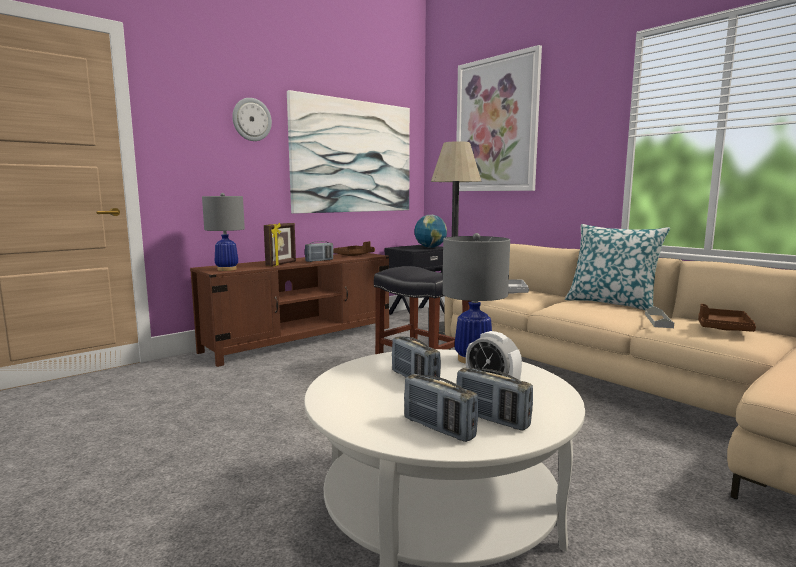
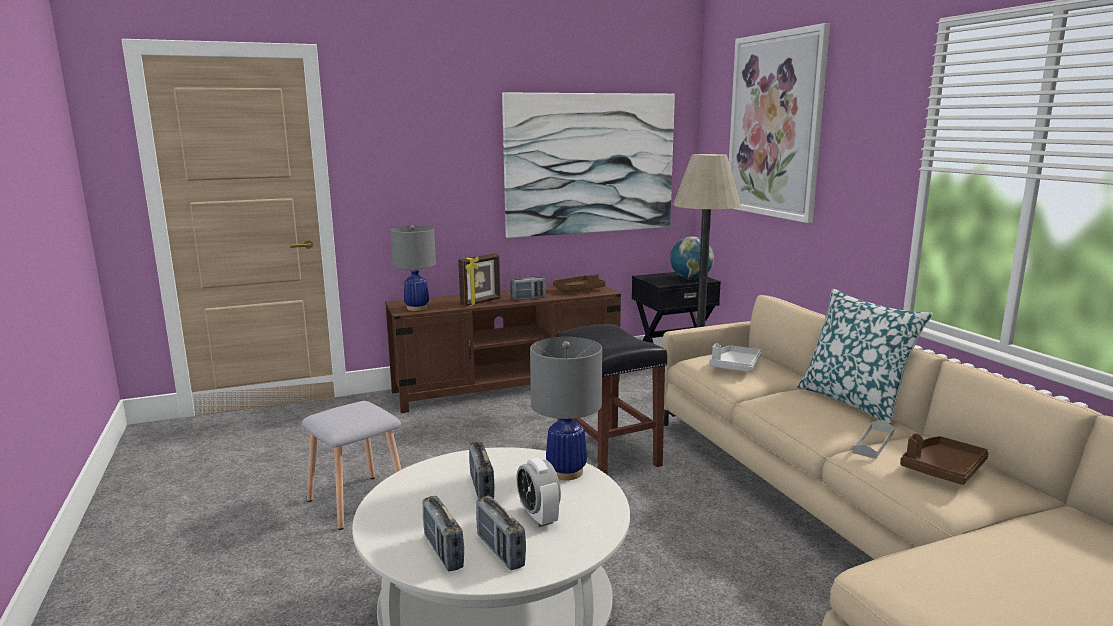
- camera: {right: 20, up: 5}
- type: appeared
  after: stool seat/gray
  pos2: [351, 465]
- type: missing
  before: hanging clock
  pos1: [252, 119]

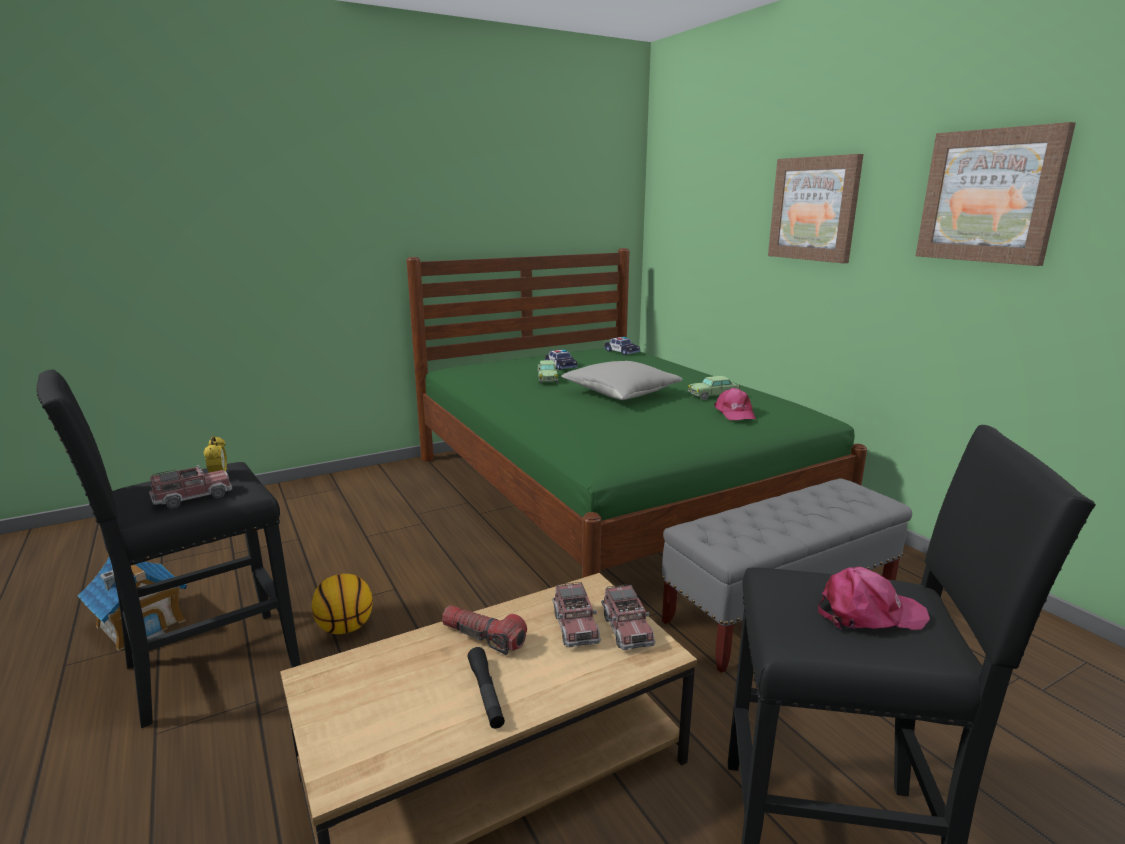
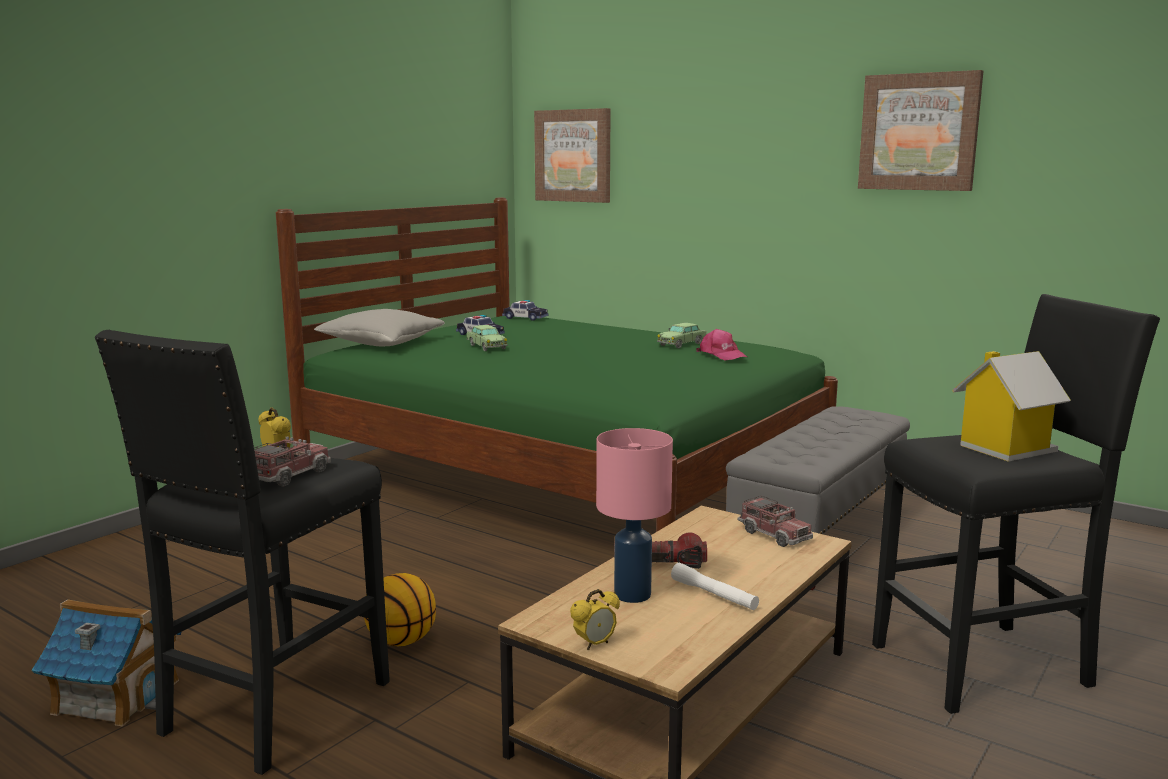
- camera: {right: -25, up: -5}
- type: relocated
  before: cushion/gray
  pos1: [622, 380]
  pos2: [379, 327]
- type: relocated
  before: wall art
  pos1: [815, 208]
  pos2: [572, 155]
- type: appeared
  after: bedside clock
  pos2: [595, 619]
- type: appeared
  after: table lamp/pinkish
  pos2: [634, 515]
- type: colour
  before: torch/black-coloured
  after: torch/white-coloured
  pos1: [486, 688]
  pos2: [715, 586]
- type: exchanged
  before: baseball cap/pinkish
  after: miniature house
  pos1: [874, 598]
  pos2: [1011, 406]
- type: missing
  before: model truck
  pos1: [576, 614]

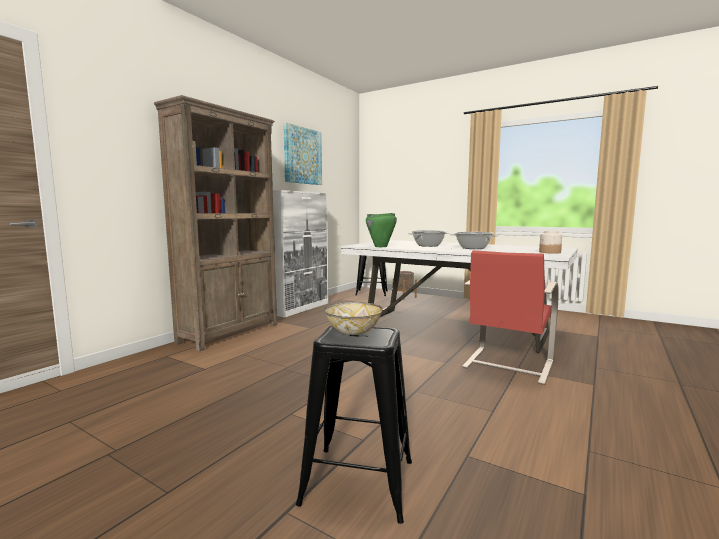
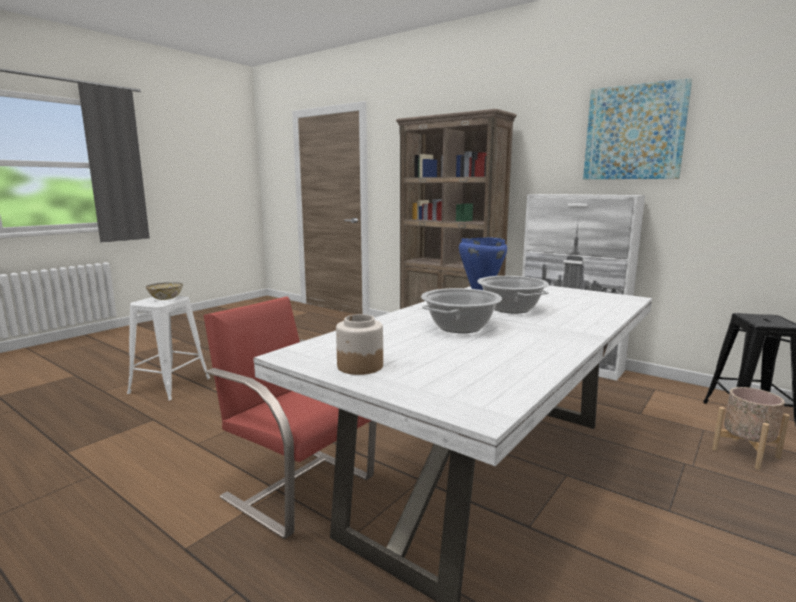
- camera: {right: 95, up: 5}
- type: colour
  before: stool seat/black-coloured
  after: stool seat/white-coloured
  pos1: [354, 425]
  pos2: [168, 348]
- type: colour
  before: cooking pot/green
  after: cooking pot/blue
  pos1: [381, 230]
  pos2: [483, 264]

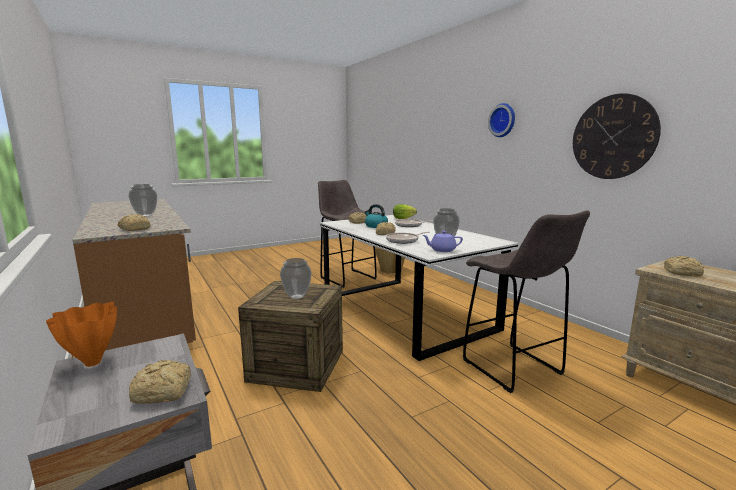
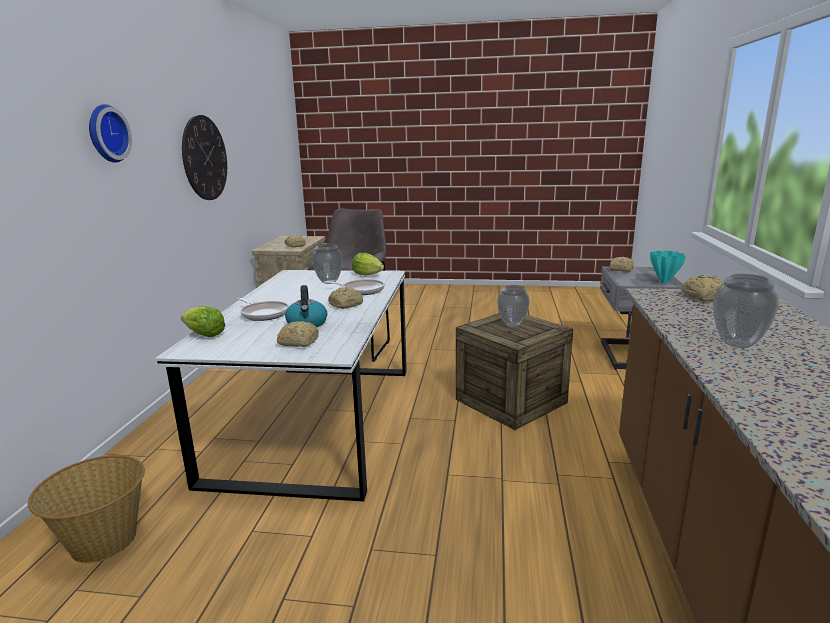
- camera: {right: -140, up: 5}
- type: exchanged
  before: teapot/purple-coloured
  after: lettuce head
  pos1: [442, 241]
  pos2: [368, 264]
- type: colour
  before: decorative vase/orange-coloured
  after: decorative vase/turquoise-coloured
  pos1: [81, 334]
  pos2: [668, 267]
- type: missing
  before: stool seat/gray
  pos1: [347, 234]

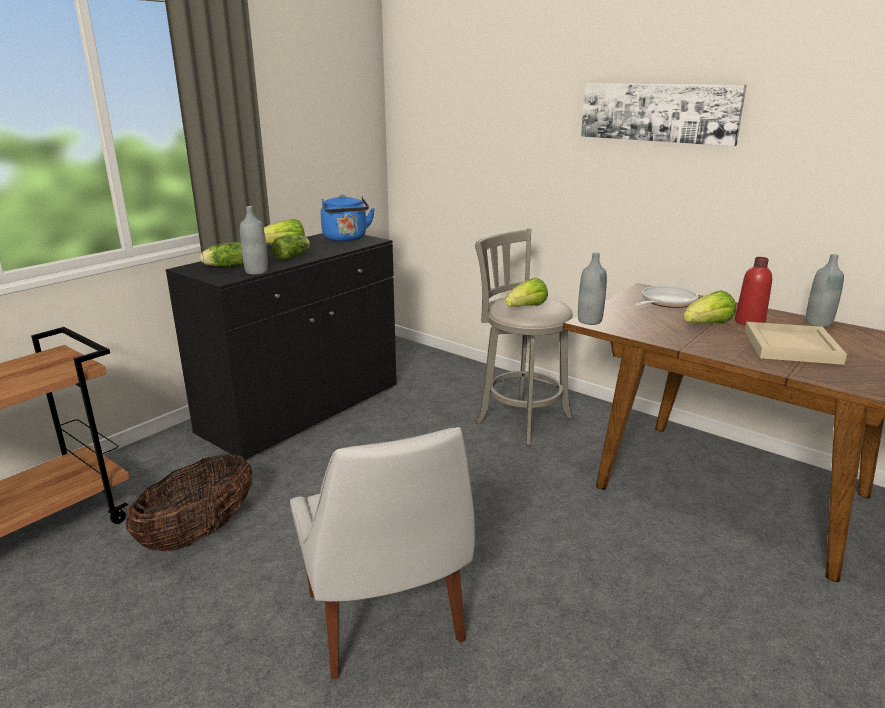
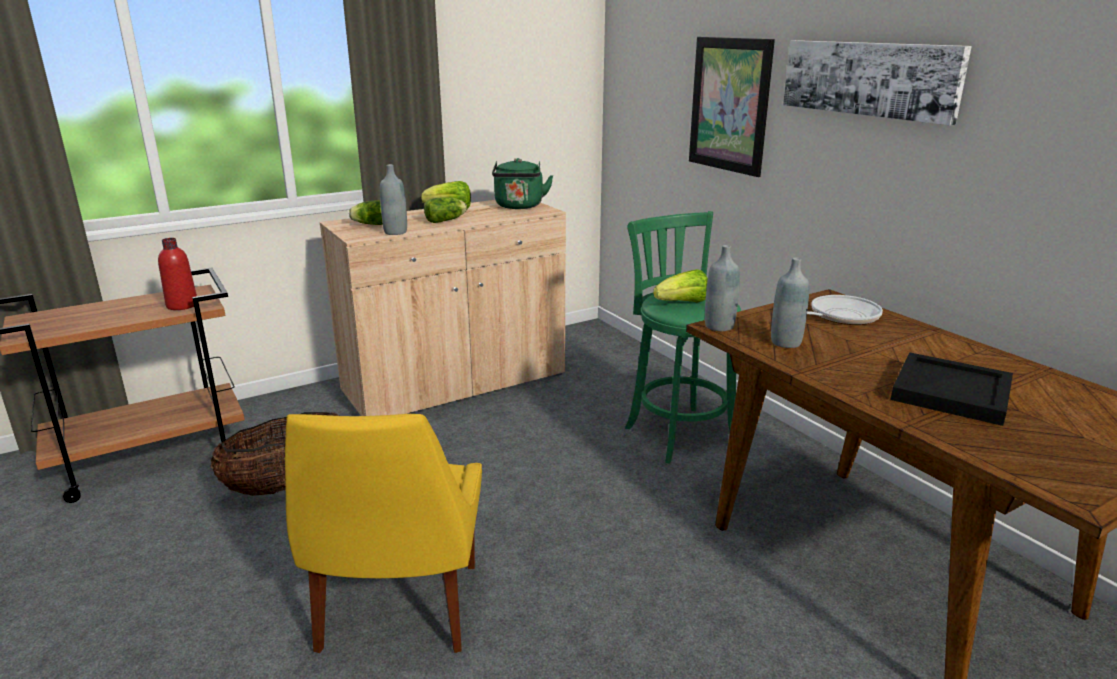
- camera: {right: 20, up: 0}
- type: relocated
  before: bottle/red-coloured
  pos1: [753, 291]
  pos2: [177, 274]
- type: colour
  before: upright chair/white-coloured
  after: upright chair/yellow
  pos1: [382, 553]
  pos2: [383, 533]
- type: colour
  before: cupboard/black-coloured
  after: cupboard/beige-coloured
  pos1: [281, 346]
  pos2: [443, 308]
- type: colour
  before: water kettle/blue
  after: water kettle/green
  pos1: [348, 217]
  pos2: [522, 183]
- type: colour
  before: stool seat/gray
  after: stool seat/green
  pos1: [524, 337]
  pos2: [683, 337]
- type: appeared
  after: wall art
  pos2: [732, 107]
- type: relocated
  before: bottle/gray
  pos1: [825, 290]
  pos2: [790, 303]
- type: colour
  before: serving tray/beige-coloured
  after: serving tray/black-coloured
  pos1: [796, 343]
  pos2: [951, 389]
- type: missing
  before: lettuce head
  pos1: [709, 306]

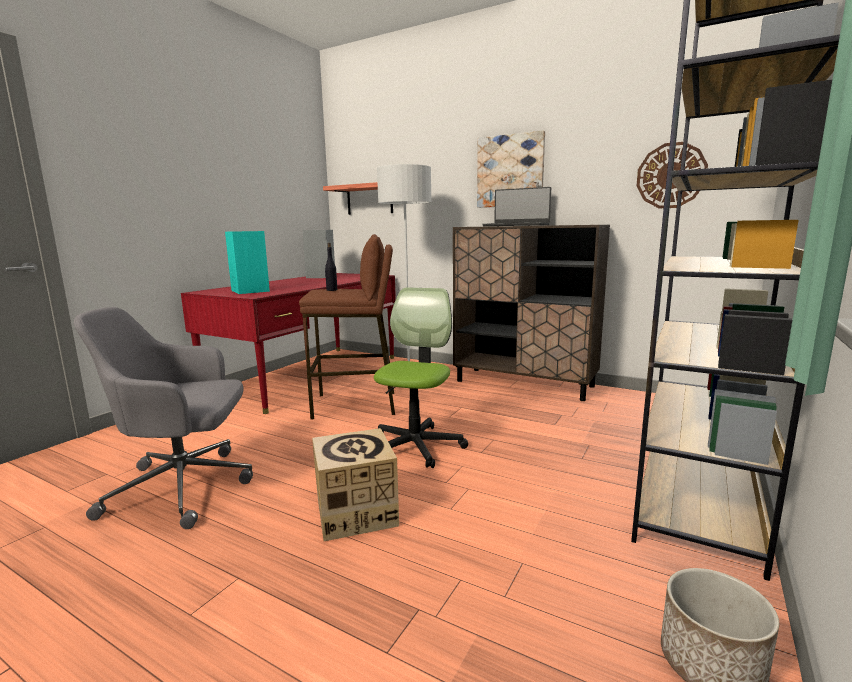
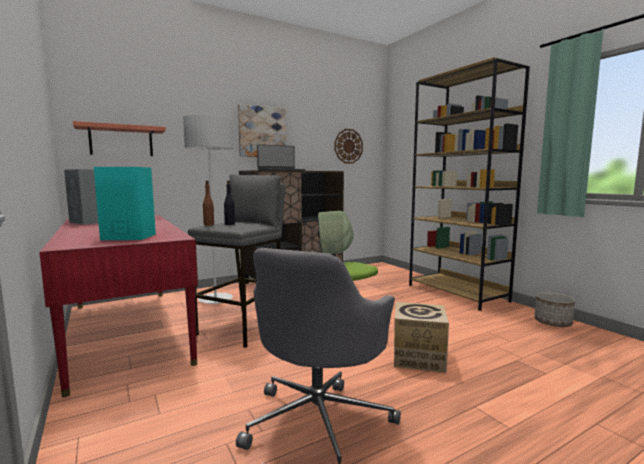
- camera: {right: -60, up: -5}
- type: colour
  before: stool seat/brownish
  after: stool seat/gray
  pos1: [347, 326]
  pos2: [236, 261]
- type: appeared
  after: bottle/brownish
  pos2: [208, 203]

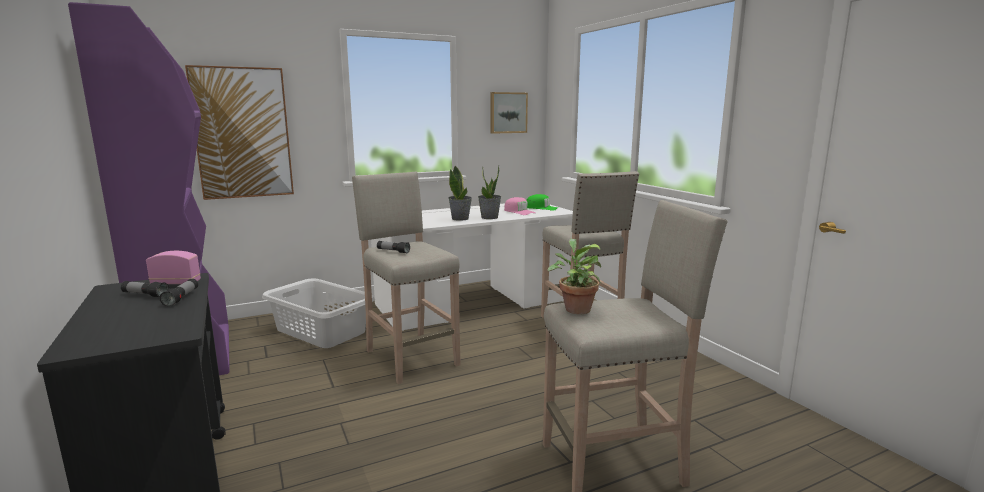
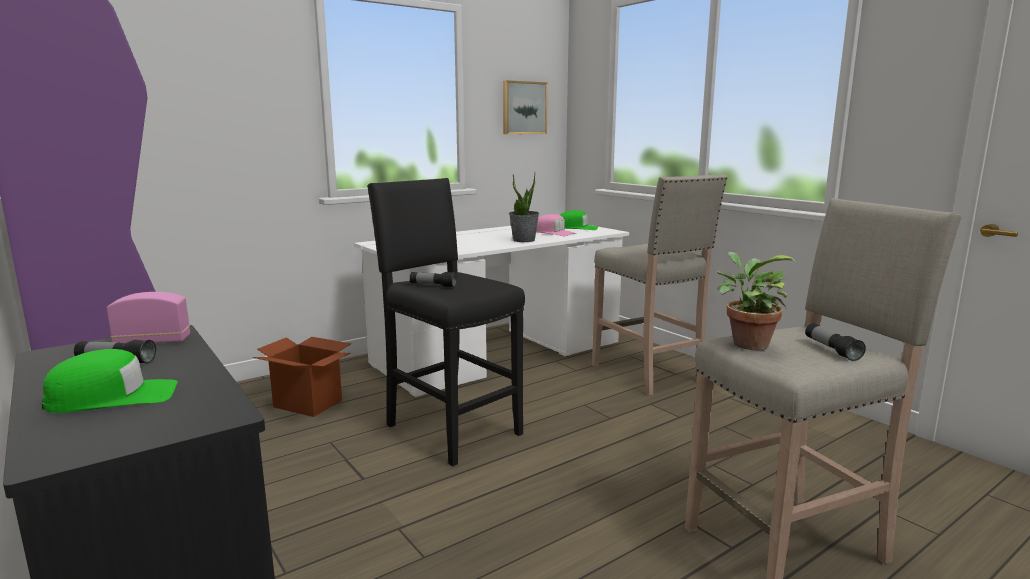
- camera: {right: -10, up: 0}
- type: appeared
  after: baseball cap/green
  pos2: [110, 381]
- type: exchanged
  before: laundry basket/gray
  after: cardboard box
  pos1: [318, 313]
  pos2: [301, 377]
- type: colour
  before: stool seat/beige-coloured
  after: stool seat/black-coloured
  pos1: [406, 278]
  pos2: [446, 322]
- type: relocated
  before: torch
  pos1: [179, 293]
  pos2: [835, 342]
- type: missing
  before: wall art
  pos1: [239, 132]
- type: missing
  before: potted plant
  pos1: [460, 193]

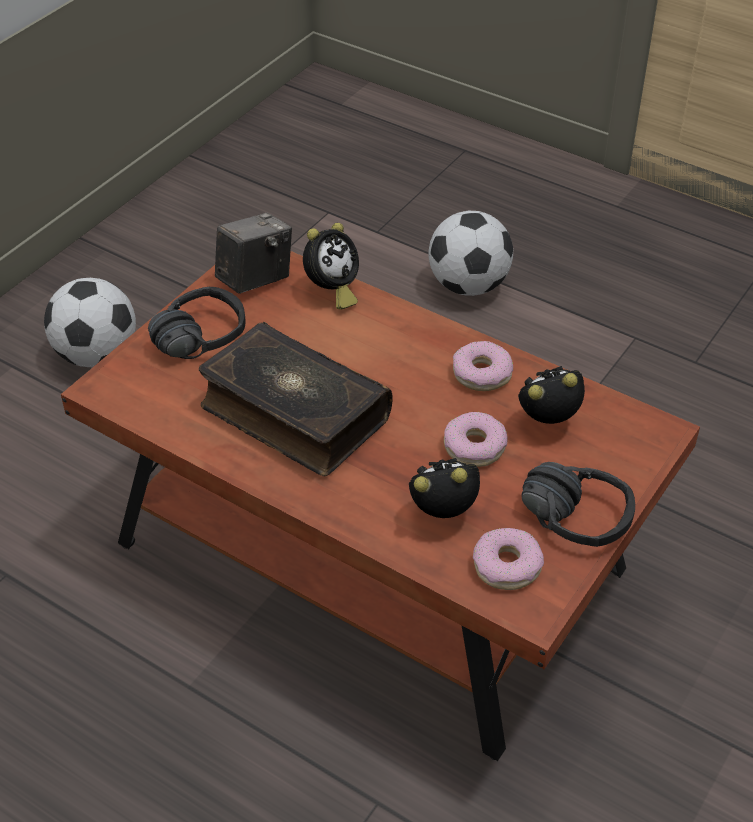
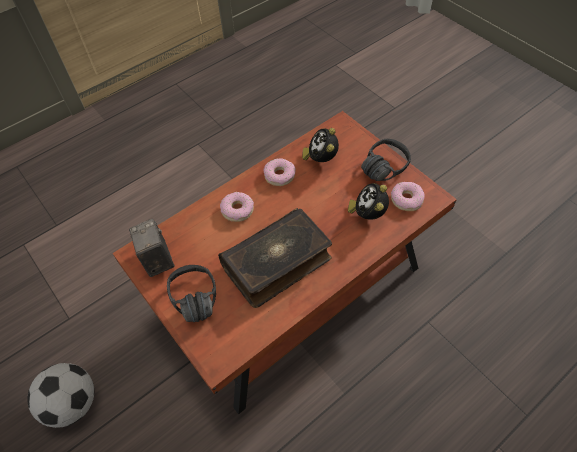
- camera: {right: -70, up: 10}
- type: relocated
  before: donut
  pos1: [476, 439]
  pos2: [237, 207]
- type: missing
  before: bedside clock
  pos1: [331, 266]
- type: missing
  before: football
  pos1: [470, 253]

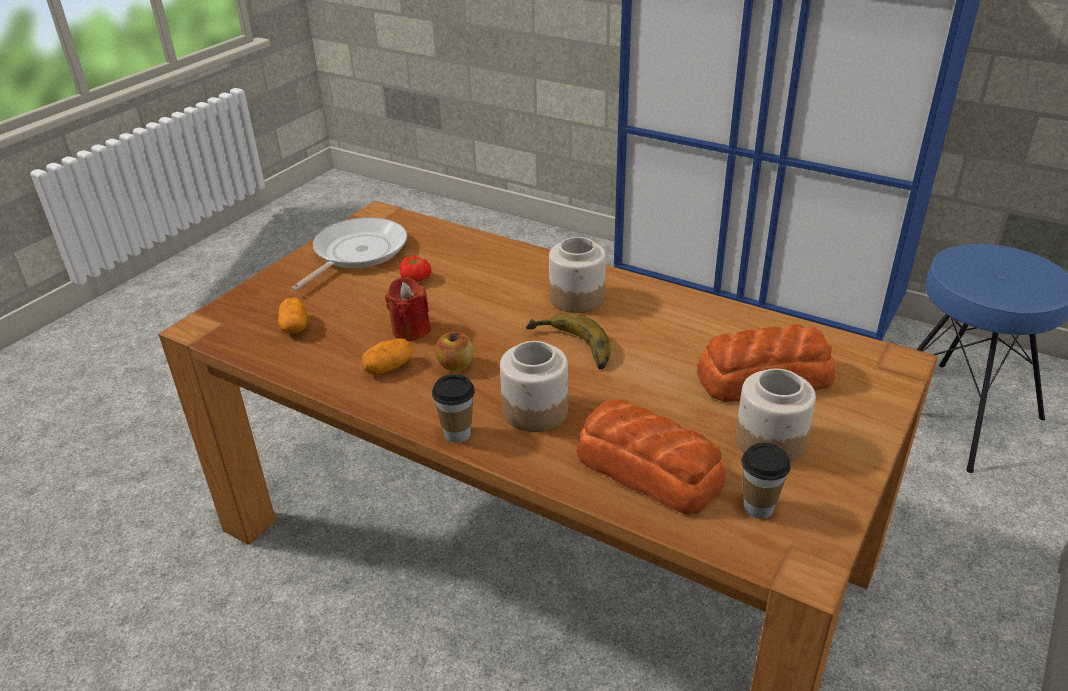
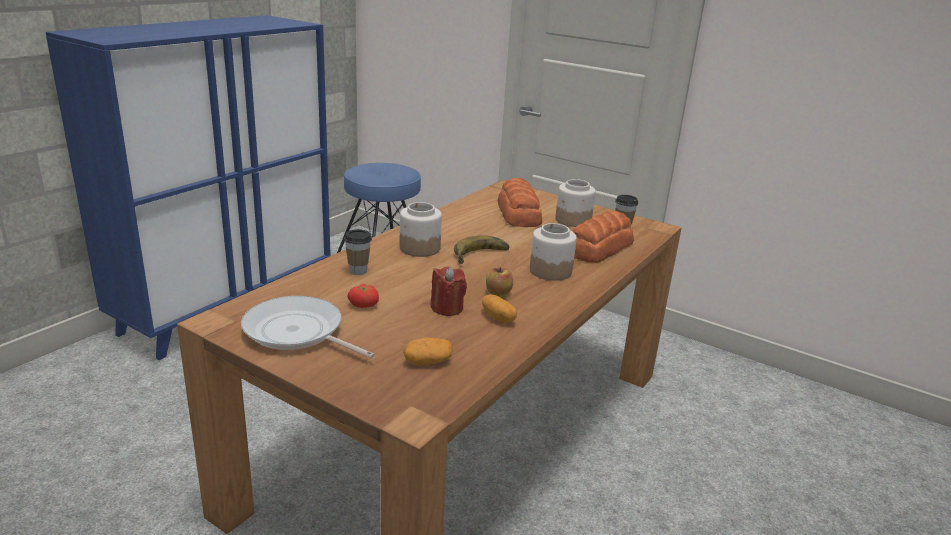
- camera: {right: -90, up: -10}
- type: relocated
  before: small cup
  pos1: [453, 408]
  pos2: [358, 252]

